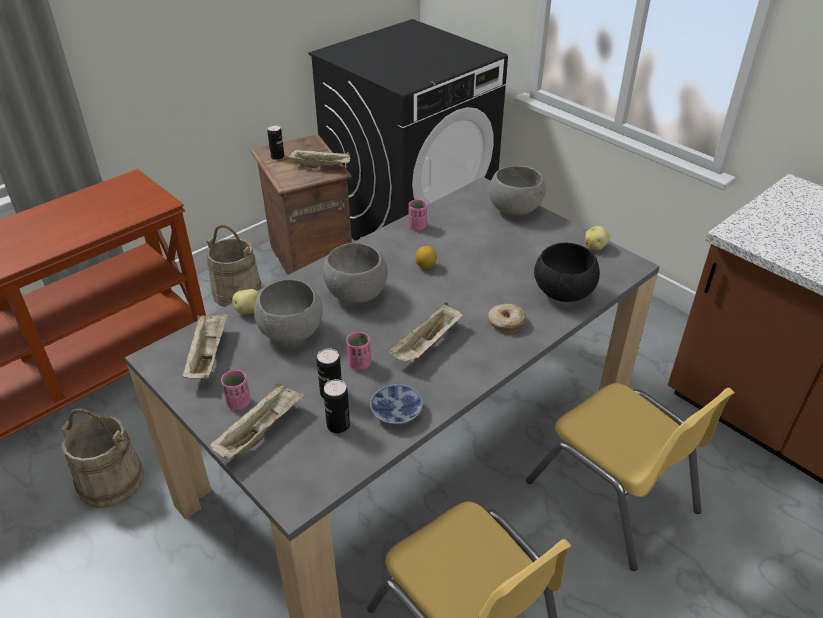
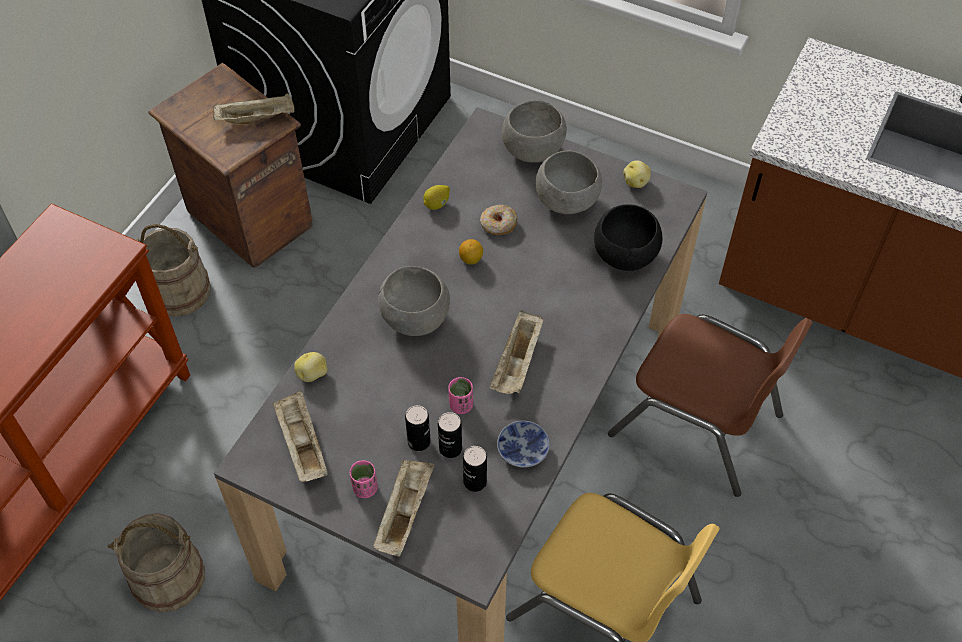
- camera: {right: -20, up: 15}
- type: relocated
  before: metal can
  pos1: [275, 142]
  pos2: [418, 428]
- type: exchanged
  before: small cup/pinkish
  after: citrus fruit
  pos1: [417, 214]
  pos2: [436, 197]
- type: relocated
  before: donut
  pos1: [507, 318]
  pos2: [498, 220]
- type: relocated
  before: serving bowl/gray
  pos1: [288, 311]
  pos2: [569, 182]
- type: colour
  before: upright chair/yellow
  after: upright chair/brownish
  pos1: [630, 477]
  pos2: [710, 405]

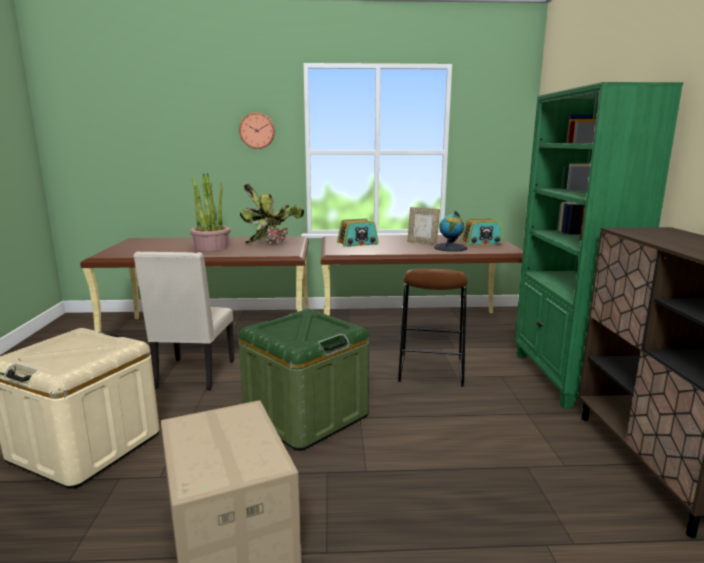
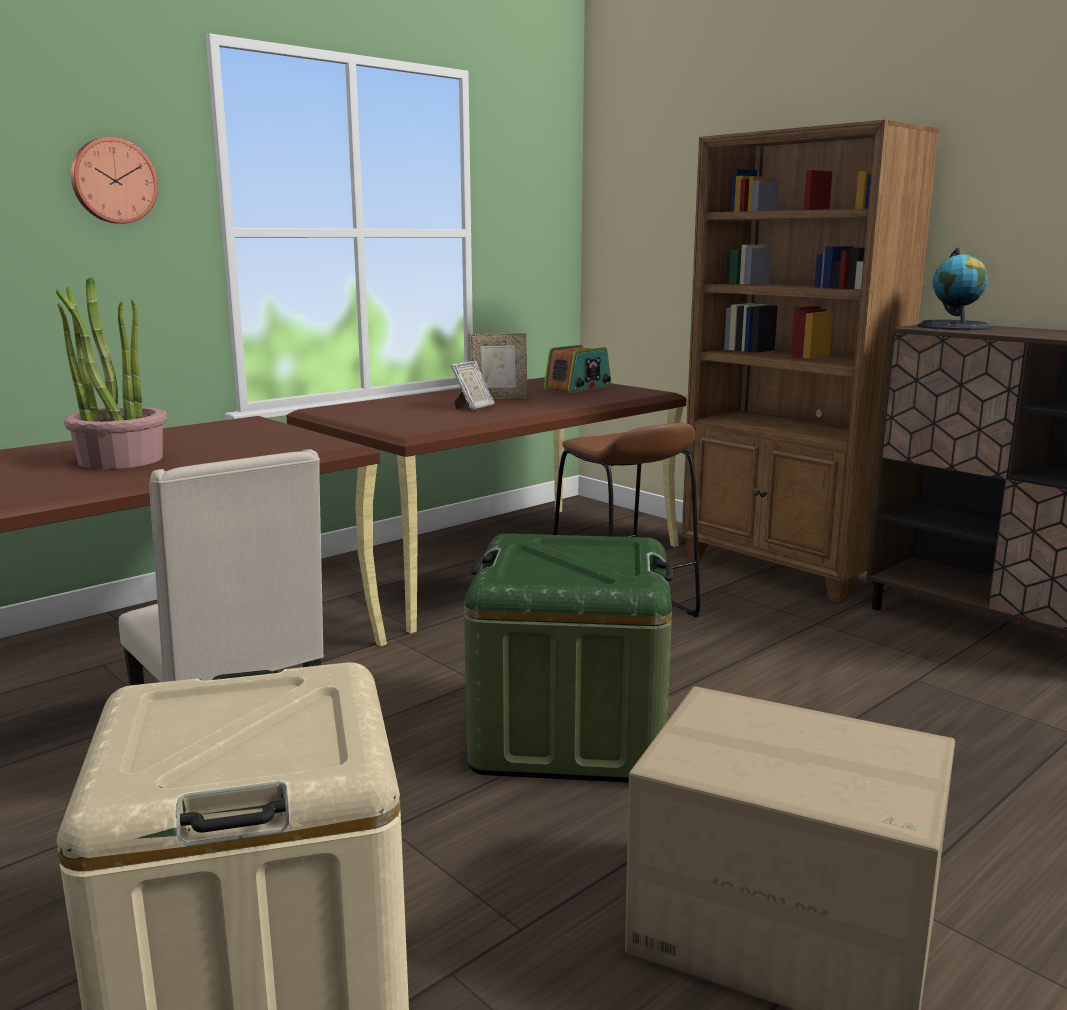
- camera: {right: -40, up: 0}
- type: appeared
  after: photo frame
  pos2: [473, 385]
- type: colour
  before: bookshelf/green
  after: bookshelf/brownish
  pos1: [599, 245]
  pos2: [810, 362]
- type: relocated
  before: desk globe
  pos1: [451, 231]
  pos2: [955, 289]
- type: missing
  before: potted plant
  pos1: [272, 214]
- type: missing
  before: radio
  pos1: [358, 233]

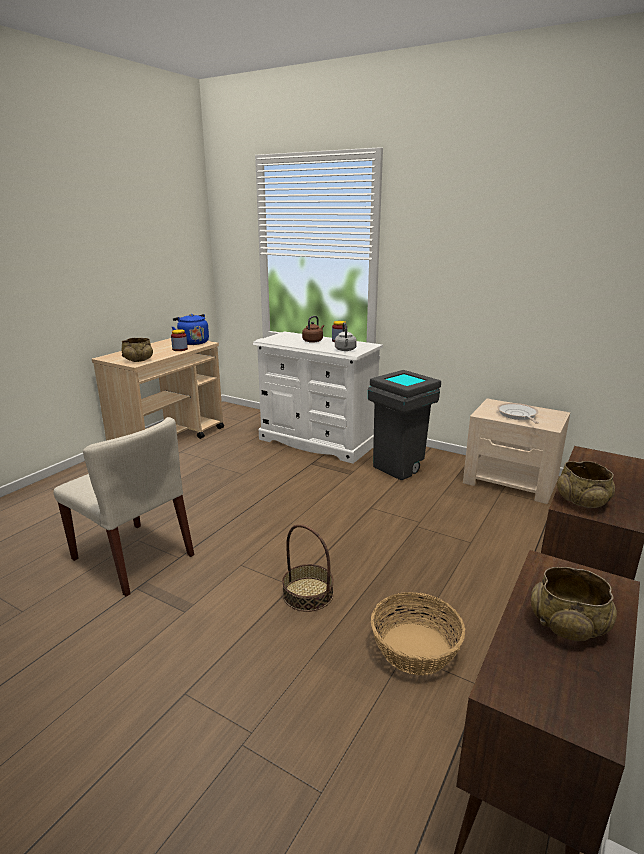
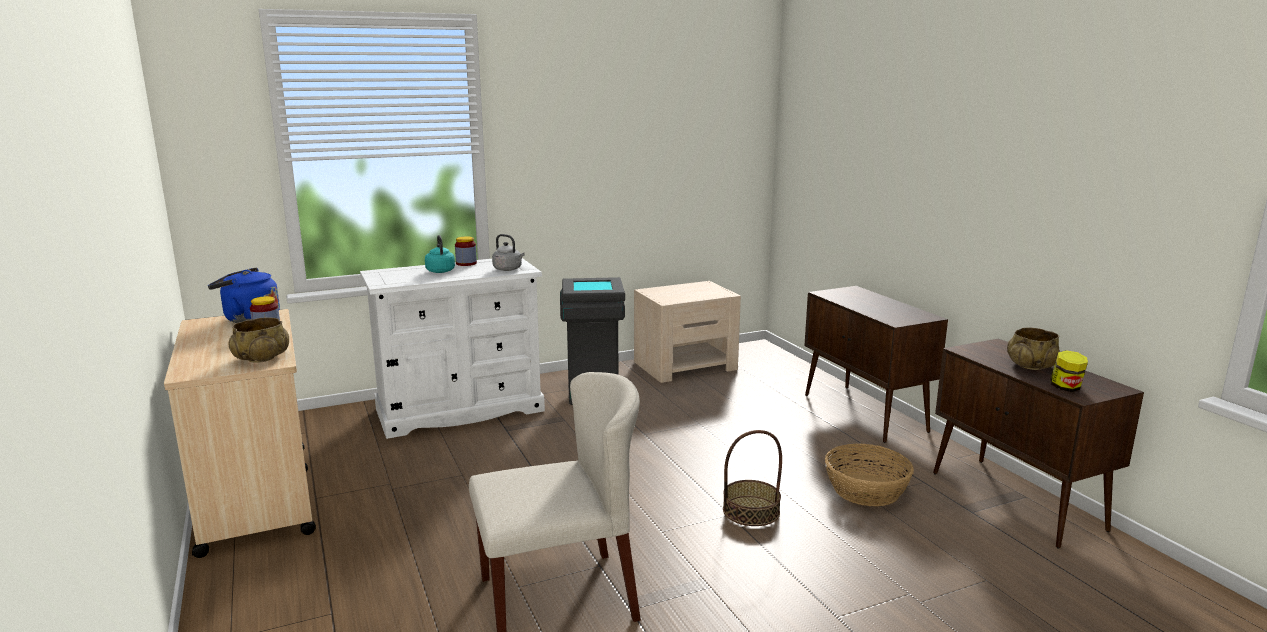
- camera: {right: -55, up: -5}
- type: colour
  before: water kettle/brownish
  after: water kettle/turquoise-coloured
  pos1: [313, 329]
  pos2: [440, 254]
- type: appeared
  after: storage jar
  pos2: [1069, 371]
- type: missing
  before: skillet
  pos1: [518, 413]
- type: missing
  before: serving bowl/beige-coloured
  pos1: [586, 484]

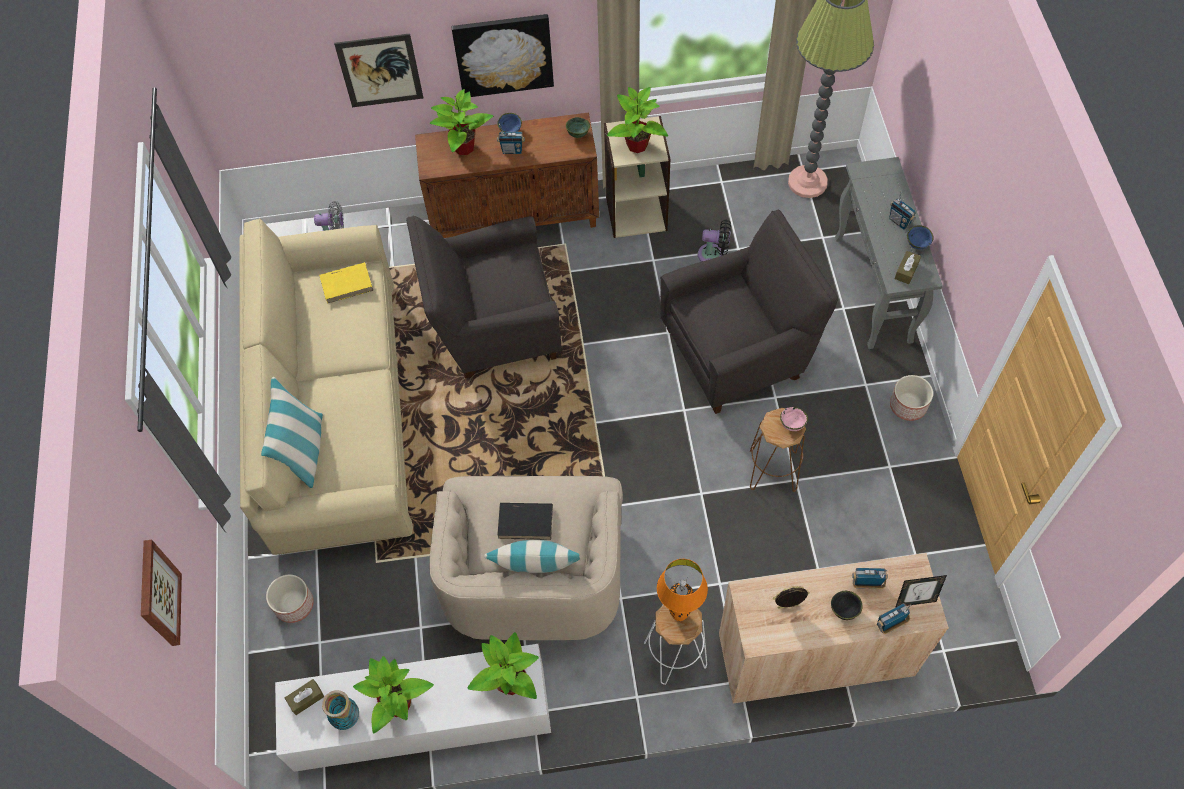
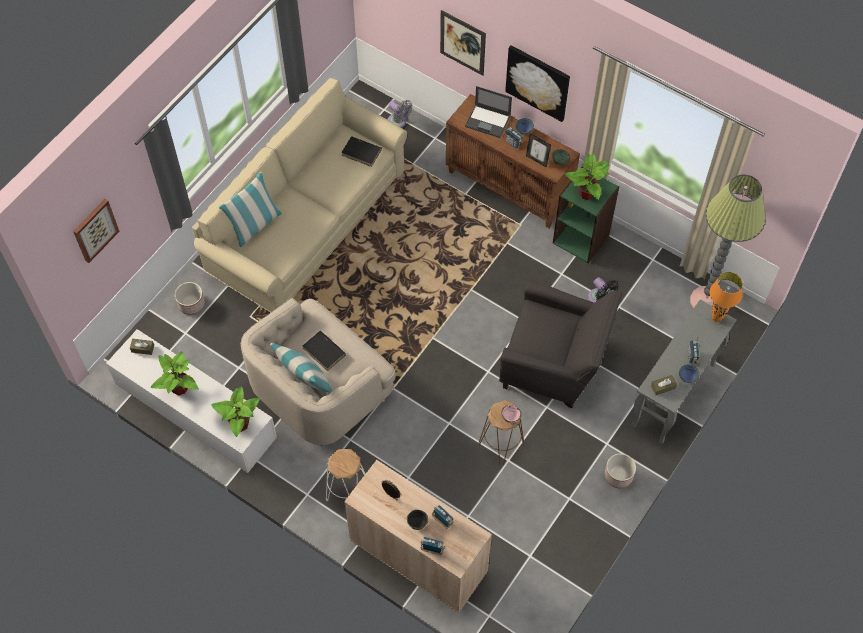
- camera: {right: 40, up: 0}
- type: colour
  before: bound book/yellow
  after: bound book/black-coloured
  pos1: [346, 283]
  pos2: [361, 151]
- type: exchanged
  before: potted plant
  after: portable computer
  pos1: [461, 122]
  pos2: [488, 112]
- type: relocated
  before: photo frame
  pos1: [921, 591]
  pos2: [538, 150]
- type: colour
  before: bookshelf/beige-coloured
  after: bookshelf/green
  pos1: [637, 177]
  pos2: [586, 214]
- type: relocated
  before: table lamp/orange-coloured
  pos1: [682, 590]
  pos2: [726, 297]
- type: missing
  before: decorative vase
  pos1: [340, 710]
- type: missing
  before: easy chair/gray
  pos1: [484, 296]

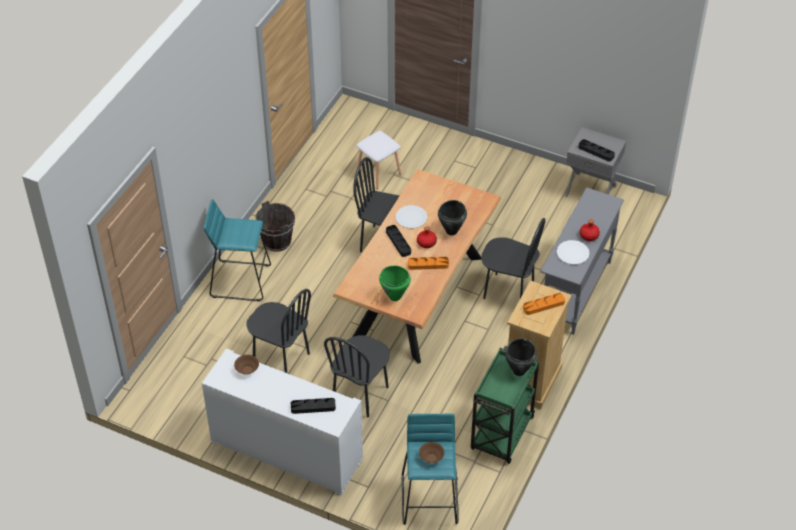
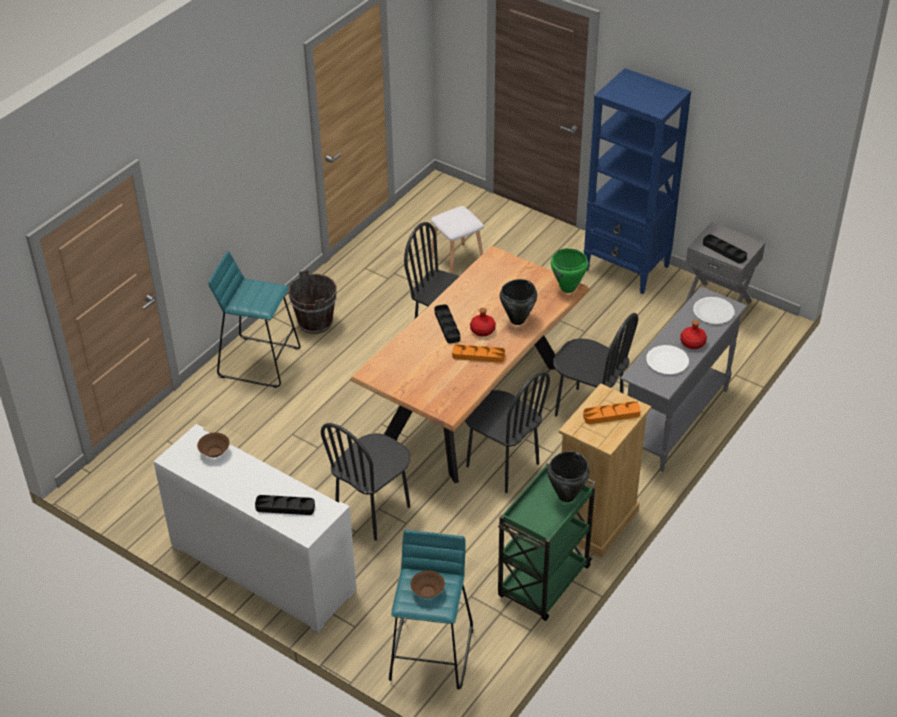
- camera: {right: 10, up: -5}
- type: relocated
  before: upright chair/black-coloured
  pos1: [278, 331]
  pos2: [507, 432]
- type: relocated
  before: cooking pot/green
  pos1: [395, 283]
  pos2: [570, 270]
- type: appeared
  after: bookshelf/blue
  pos2: [637, 181]
- type: relocated
  before: flat dish/white-coloured
  pos1: [411, 216]
  pos2: [714, 310]

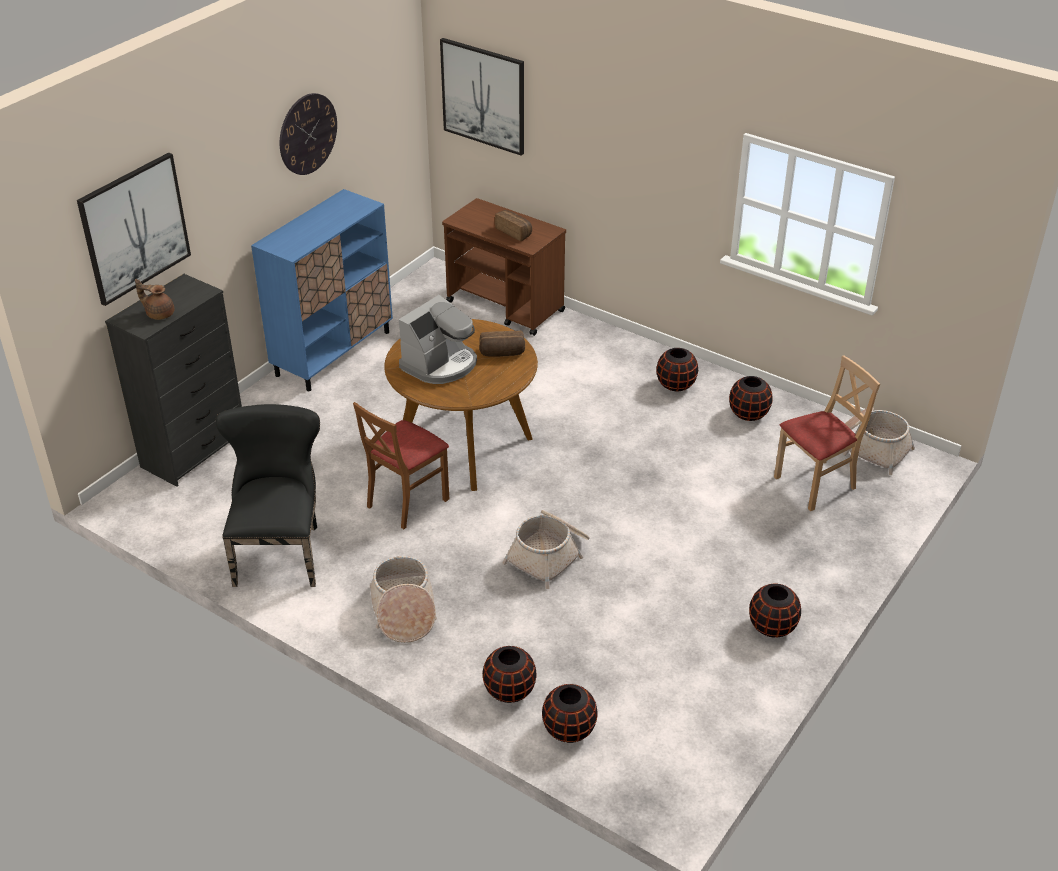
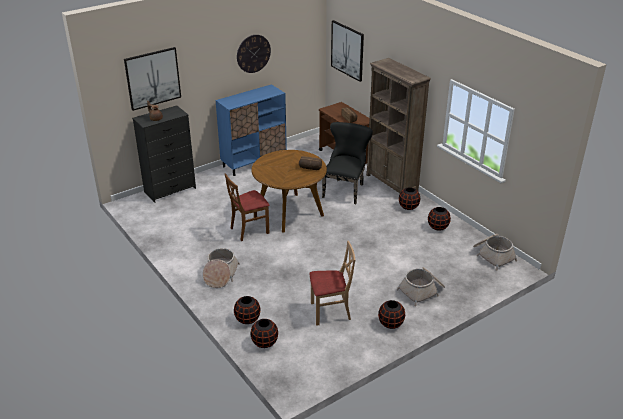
- camera: {right: 20, up: -5}
- type: relocated
  before: upright chair/beige-coloured
  pos1: [827, 433]
  pos2: [332, 283]
- type: relocated
  before: upright chair/black-coloured
  pos1: [268, 495]
  pos2: [347, 163]
- type: appeared
  after: bookshelf/brownish
  pos2: [398, 125]
- type: relocated
  before: basket
  pos1: [546, 549]
  pos2: [421, 286]
- type: missing
  before: coffee maker
  pos1: [438, 339]

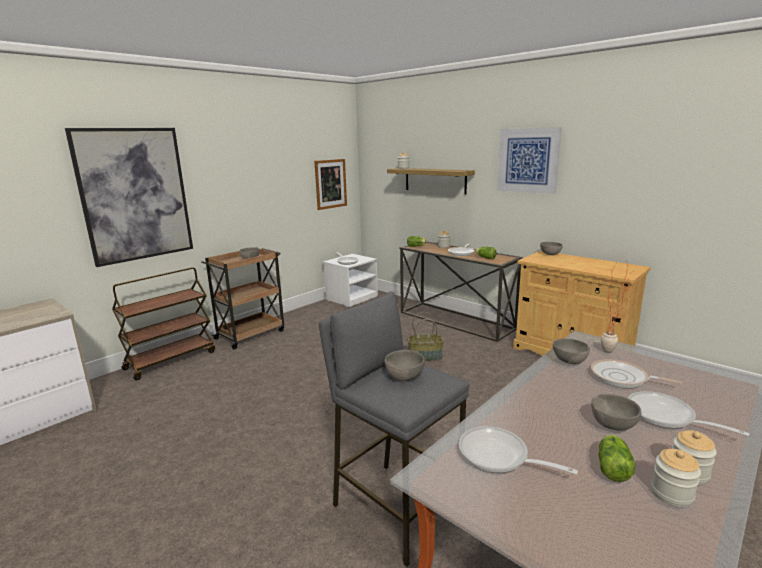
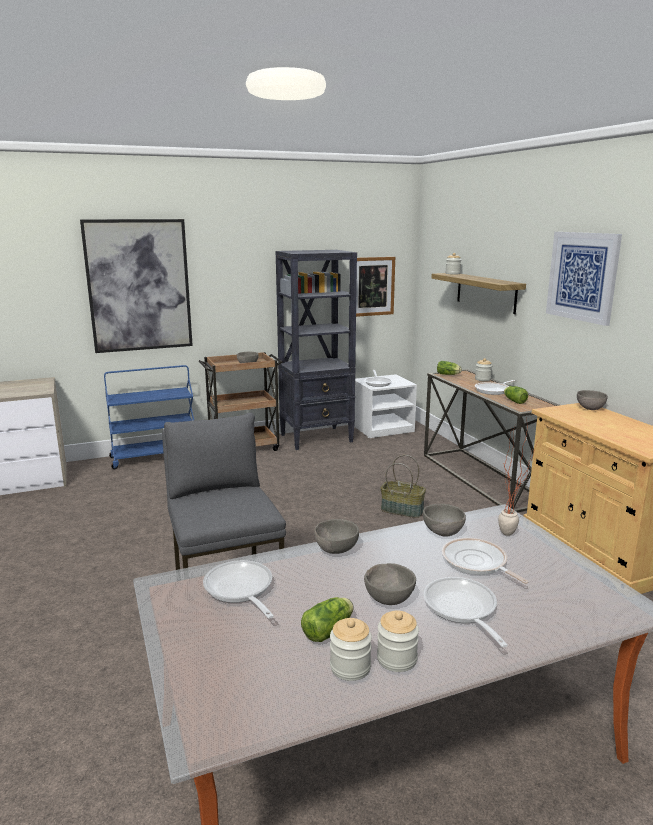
- camera: {right: 25, up: 0}
- type: colour
  before: trolley/brownish
  after: trolley/blue
  pos1: [163, 323]
  pos2: [149, 417]
- type: appeared
  after: bookshelf/black-coloured
  pos2: [316, 350]
- type: relocated
  before: serving bowl/gray
  pos1: [405, 365]
  pos2: [336, 536]

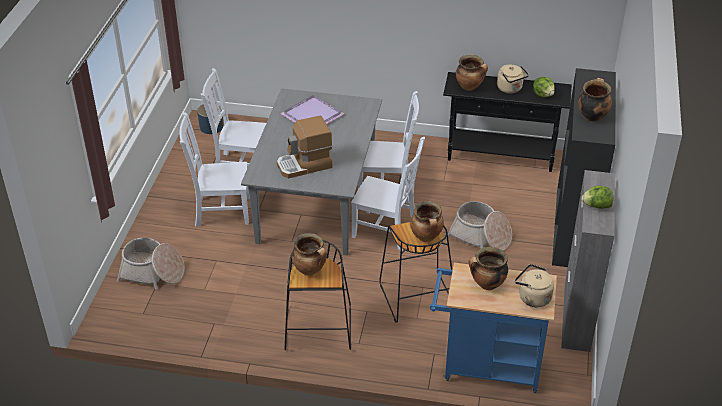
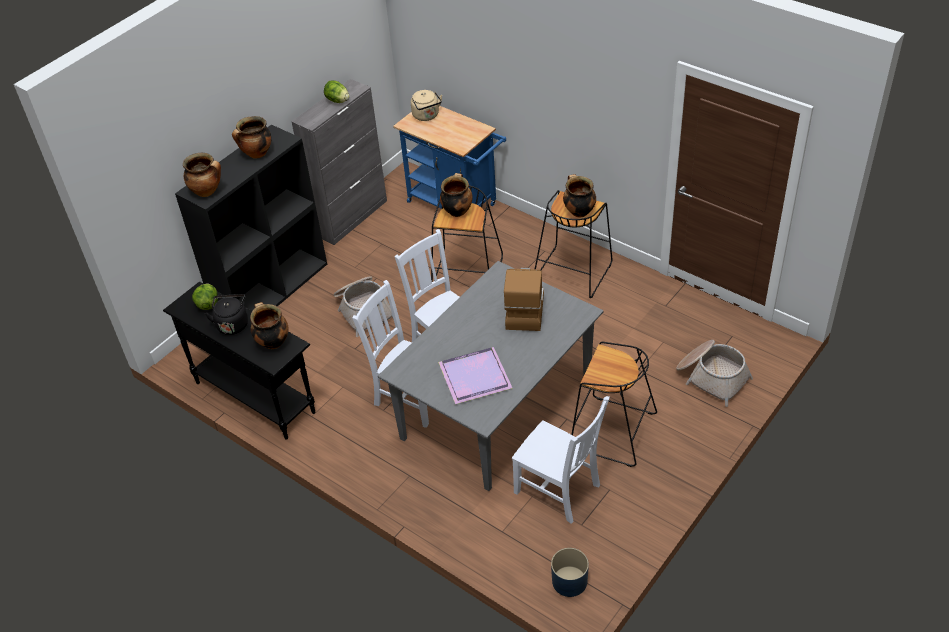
- camera: {right: -150, up: 5}
- type: relocated
  before: cooking pot
  pos1: [488, 268]
  pos2: [202, 175]
- type: colour
  before: water kettle/beige-coloured
  after: water kettle/black-coloured
  pos1: [513, 78]
  pos2: [226, 314]
- type: spun
  before: coffee maker
  pos1: [305, 147]
  pos2: [524, 299]
  turn: -90
- type: exchanged
  before: upright chair/white-coloured
  after: stool seat/black-coloured
  pos1: [215, 169]
  pos2: [614, 404]

